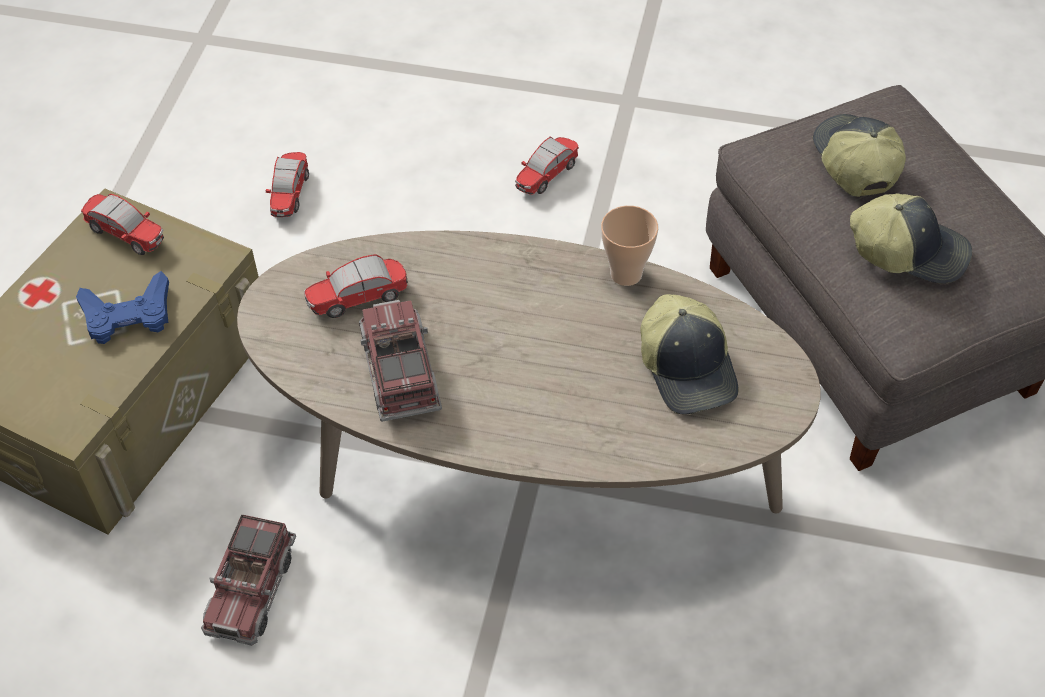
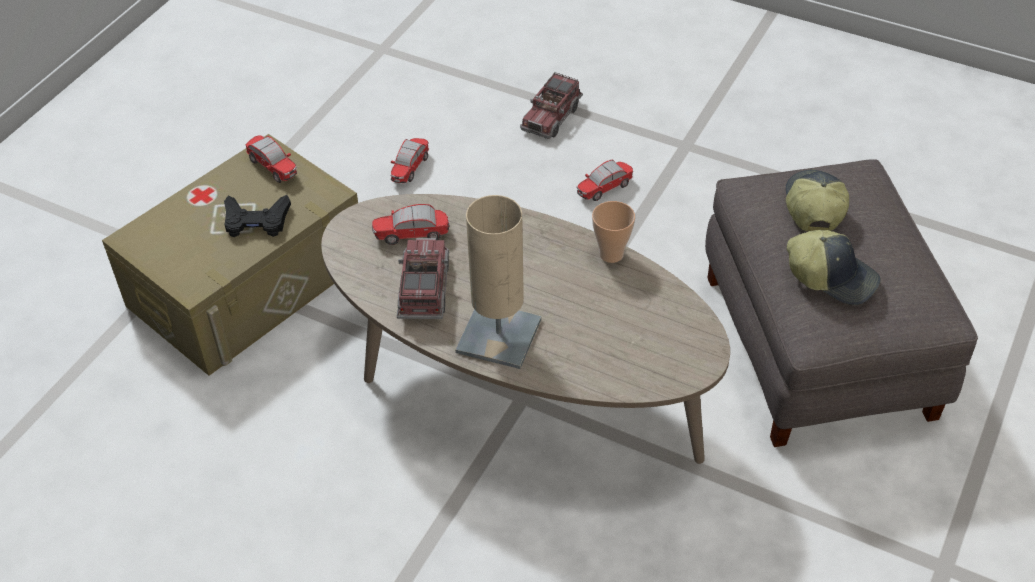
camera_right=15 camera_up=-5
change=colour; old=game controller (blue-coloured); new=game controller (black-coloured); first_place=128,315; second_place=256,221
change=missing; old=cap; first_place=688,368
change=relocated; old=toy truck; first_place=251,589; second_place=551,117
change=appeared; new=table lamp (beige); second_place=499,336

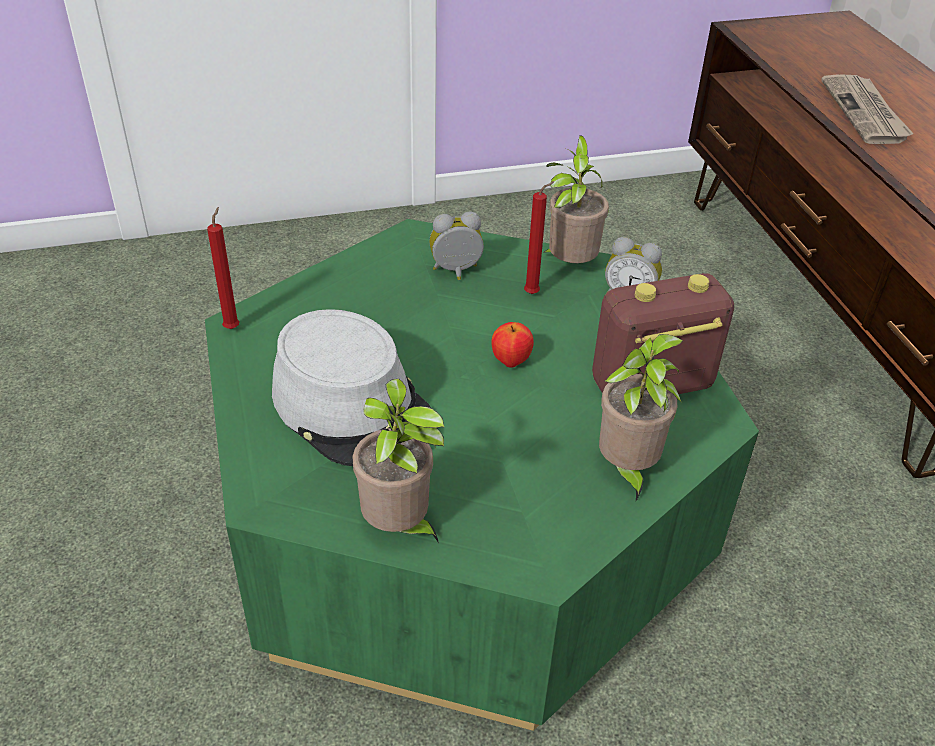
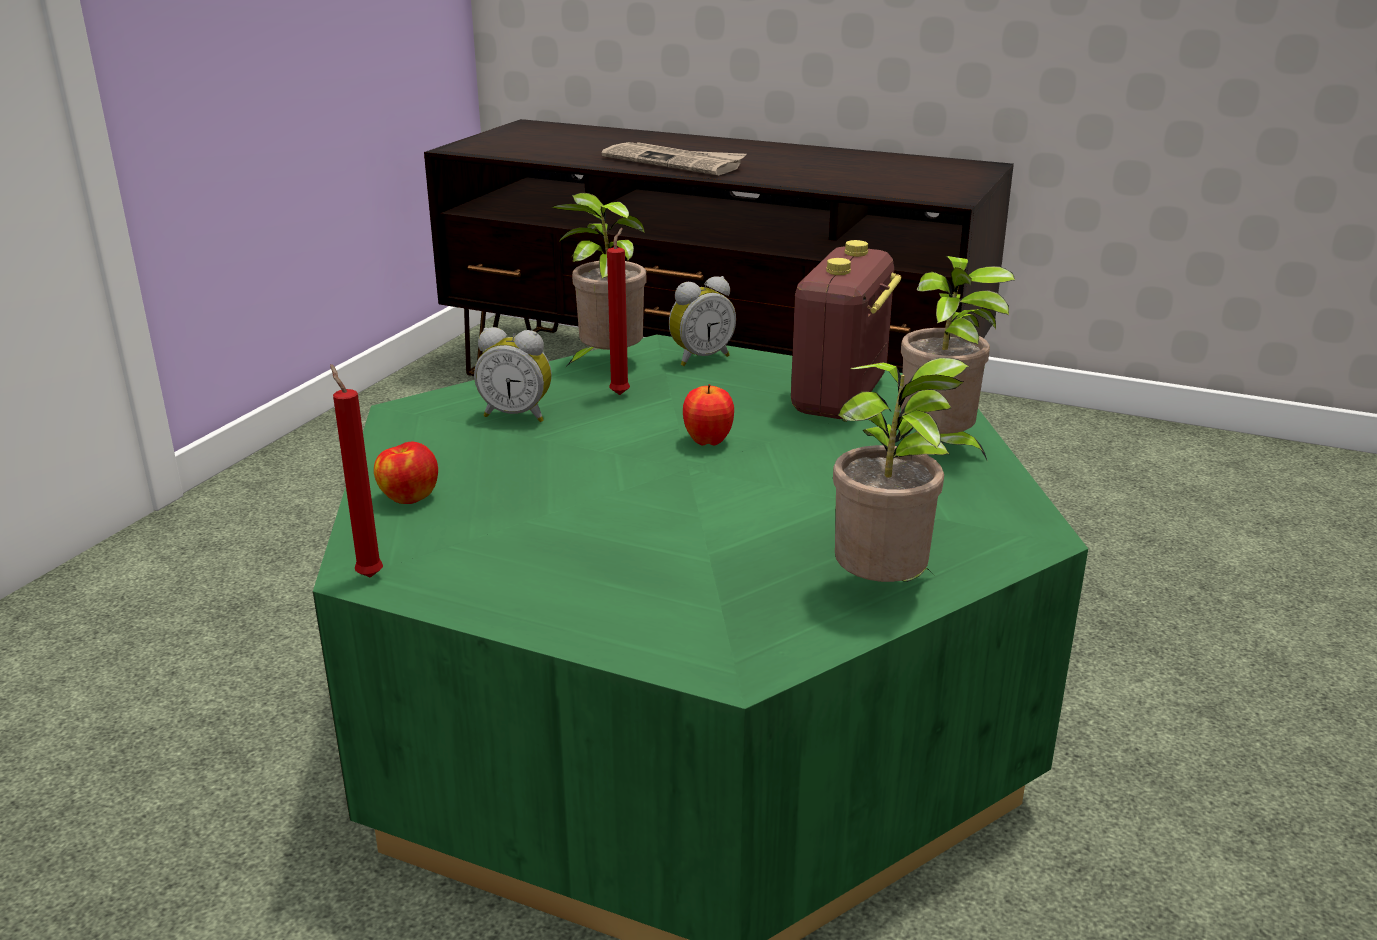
camera_right=-50 camera_up=-15
change=spun; old=bedside clock; first_place=456,272; second_place=517,415; degrees=-105
change=missing; old=wearable hat (grey); first_place=353,406
change=appeared; new=whole apple; second_place=408,497

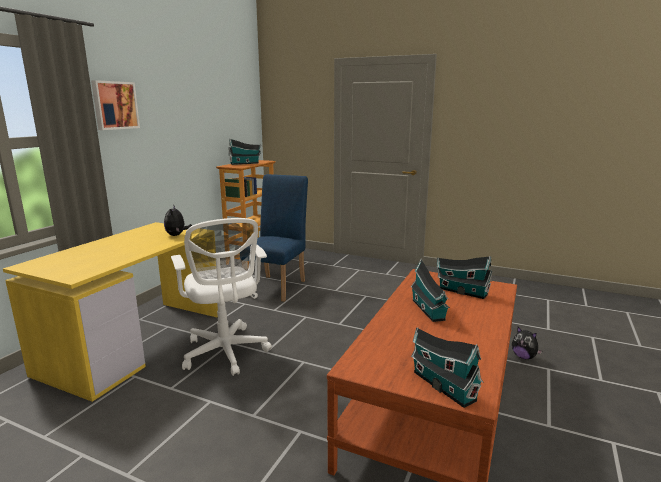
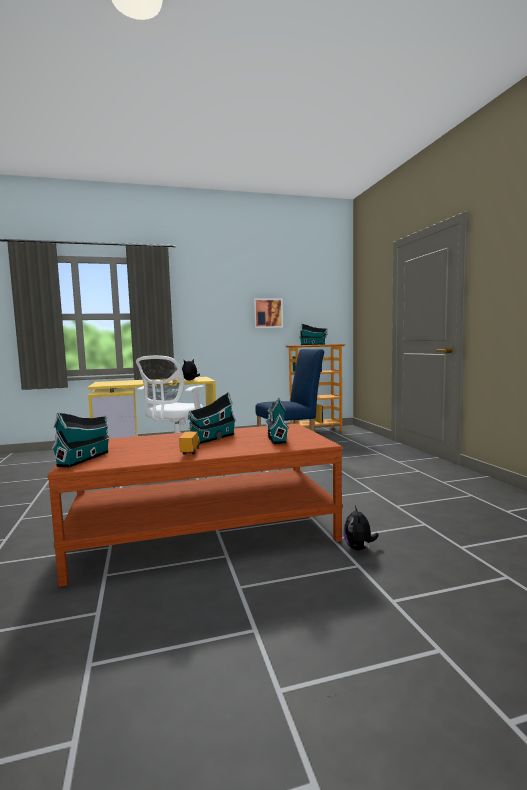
camera_right=50 camera_up=-10
change=relocated; old=wall picture; first_place=114,105; second_place=267,313
change=appeared; new=toy truck; second_place=190,452

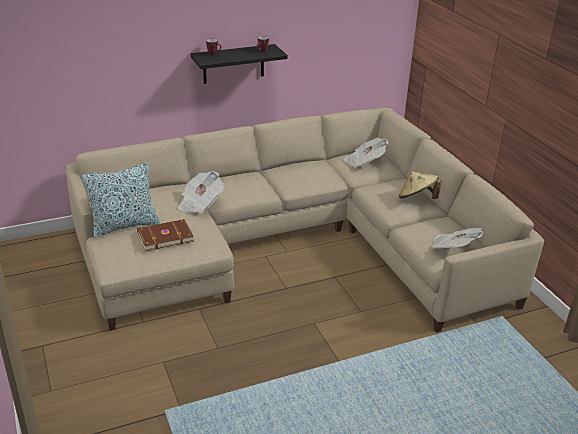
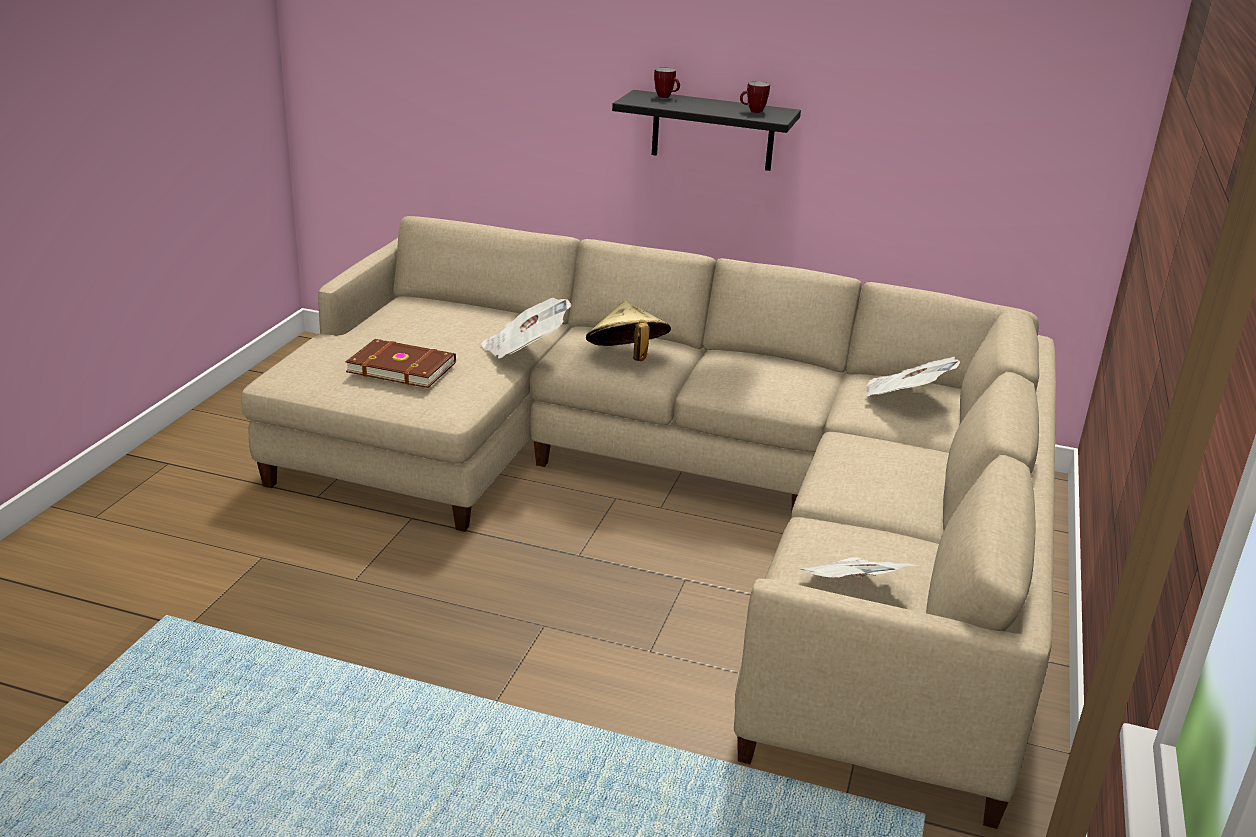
camera_right=40 camera_up=-5
change=missing; old=cushion; first_place=124,225
change=relocated; old=wearable hat (beige); first_place=417,198; second_place=627,358

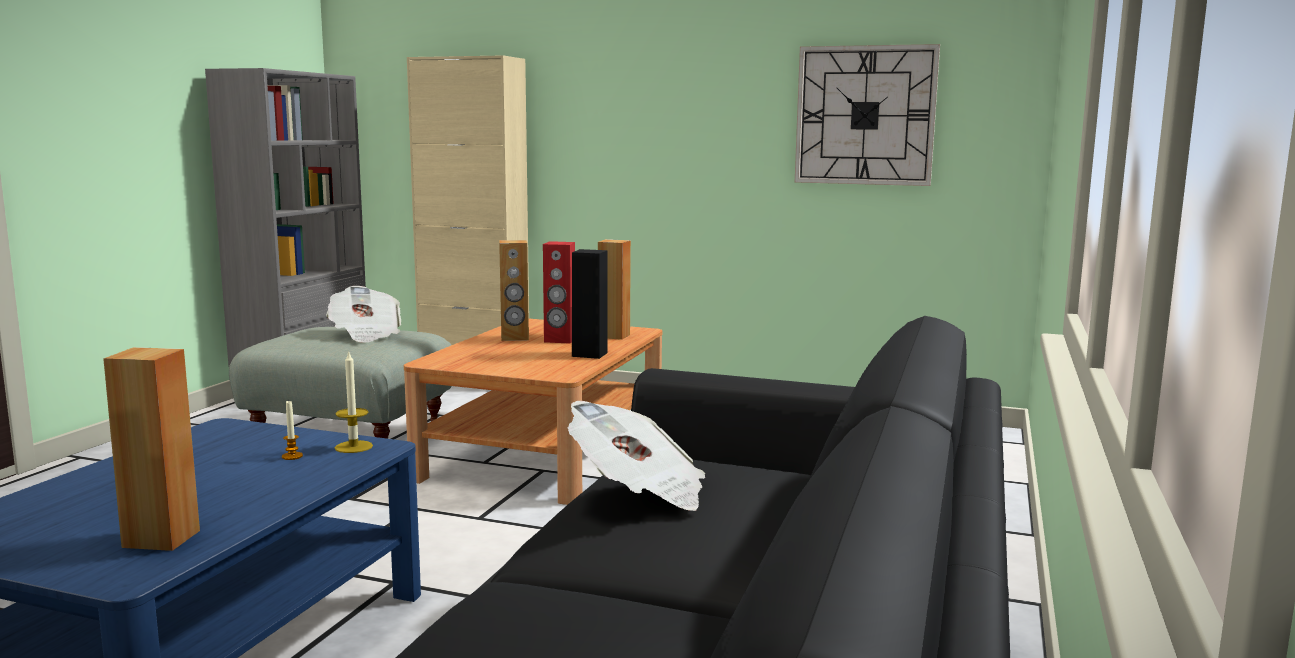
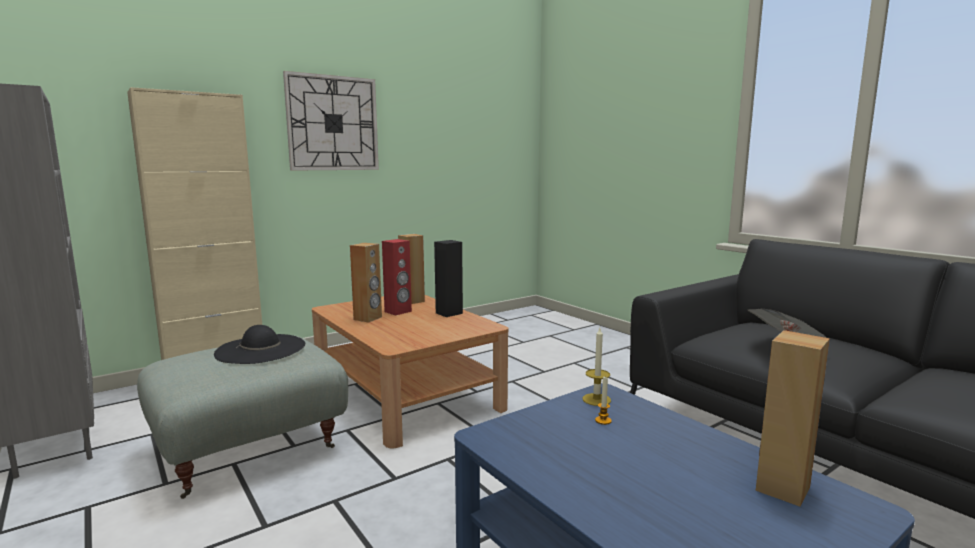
camera_right=-55 camera_up=0
change=relocated; old=clock on the wall; first_place=865,115; second_place=333,123
change=exchanged; old=newspaper; new=wearable hat (black-coloured); first_place=365,334; second_place=261,349

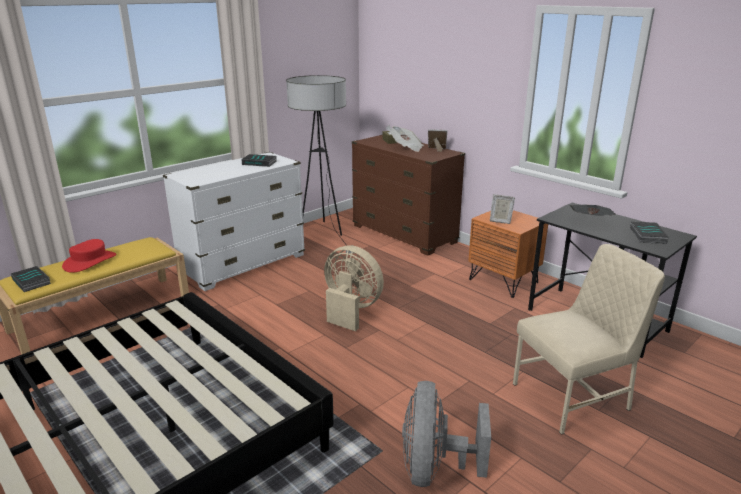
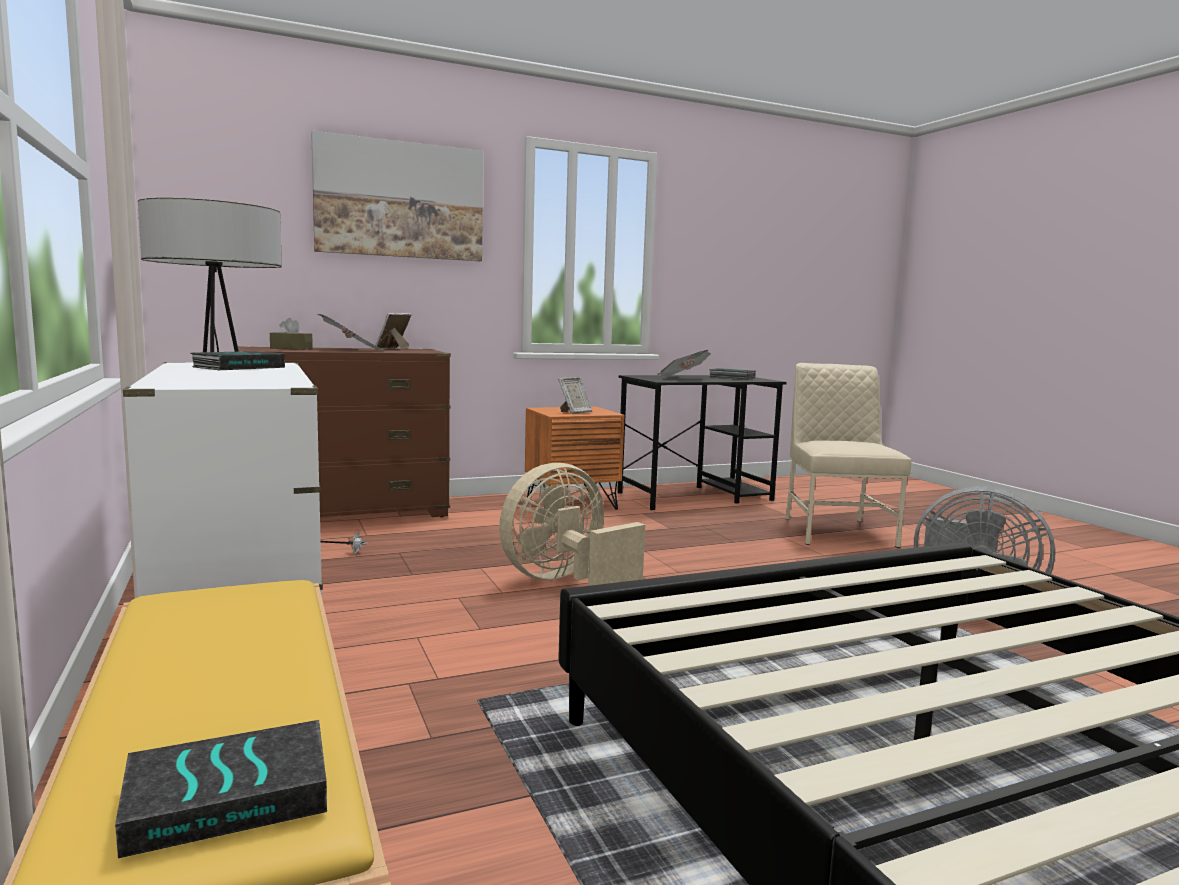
camera_right=-70 camera_up=-15
change=missing; old=wearable hat (red); first_place=90,261
change=appeared; new=wall picture; second_place=400,200

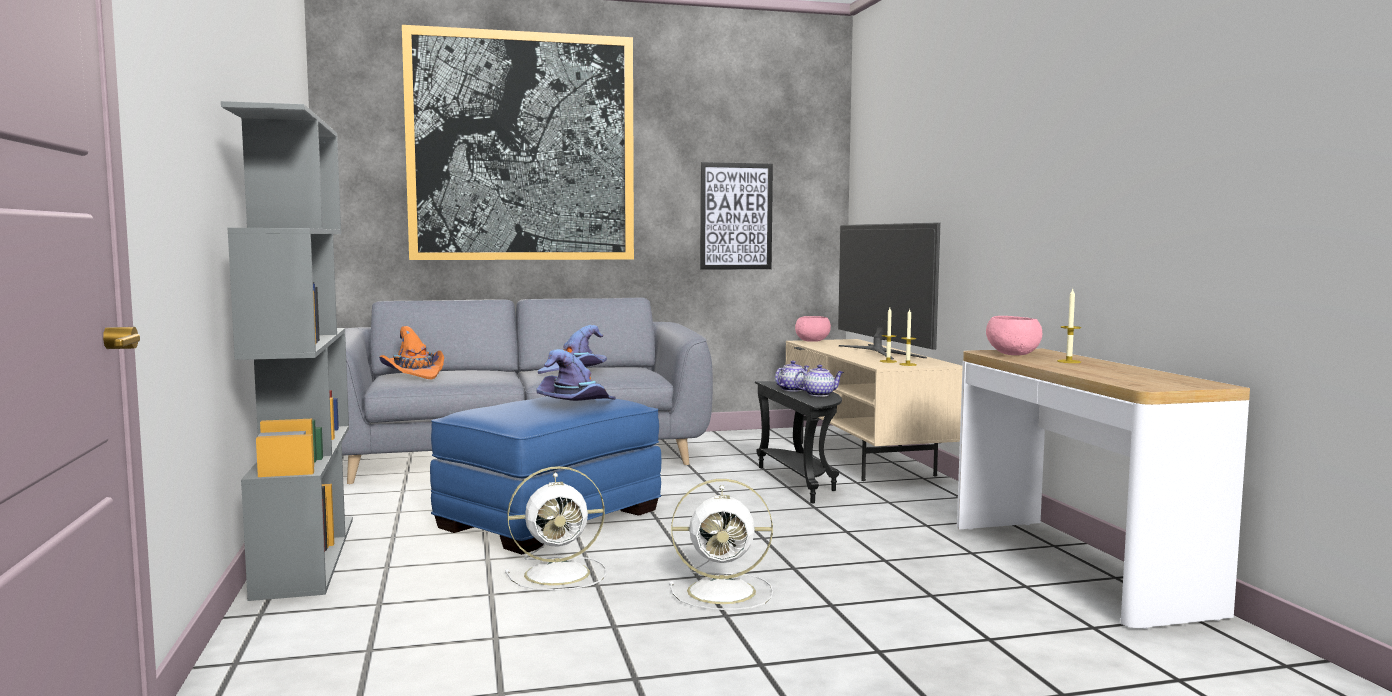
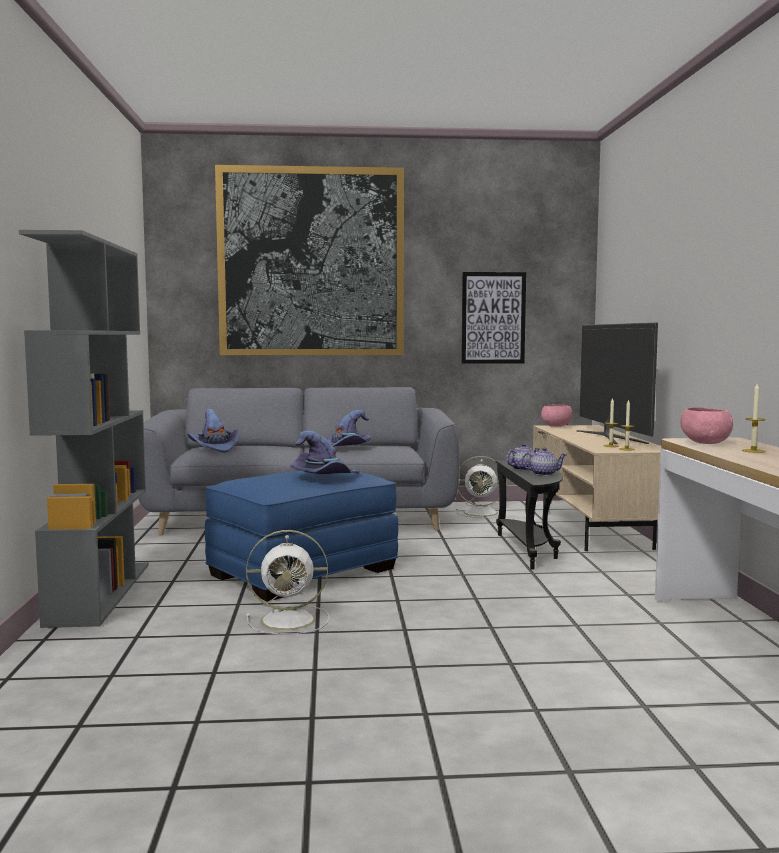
camera_right=10 camera_up=0
change=colour; old=wearable hat (orange-coloured); new=wearable hat (purple-coloured); first_place=415,374; second_place=215,448
change=relocated; old=electric fan (whitish); first_place=724,591; second_place=482,512

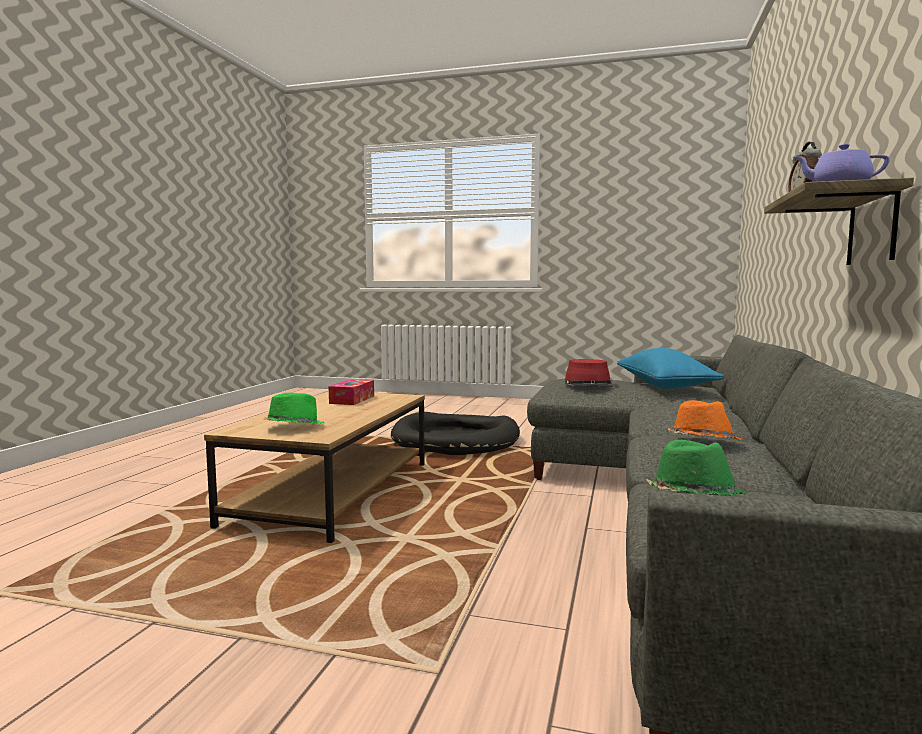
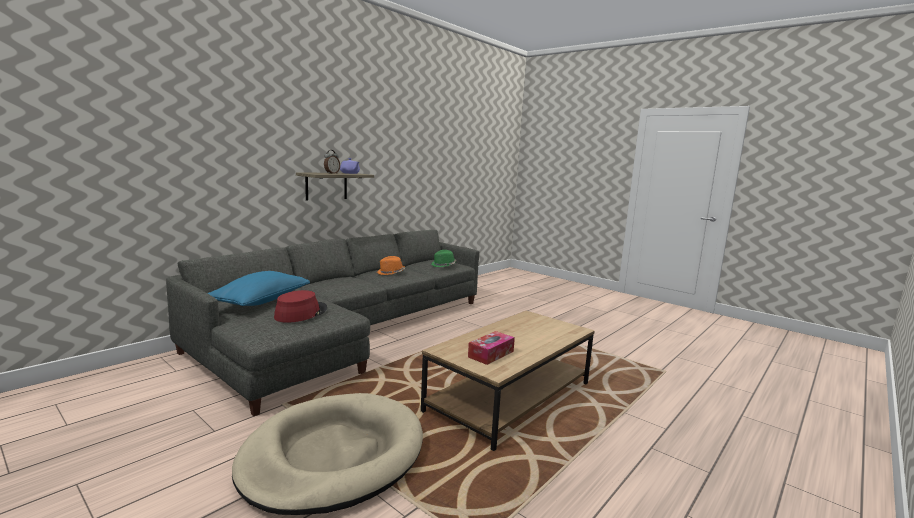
camera_right=-155 camera_up=5
change=missing; old=wearable hat (green-coloured); first_place=293,427
change=colour; old=dog bed (black-coloured); new=dog bed (beige); first_place=456,440; second_place=333,456

